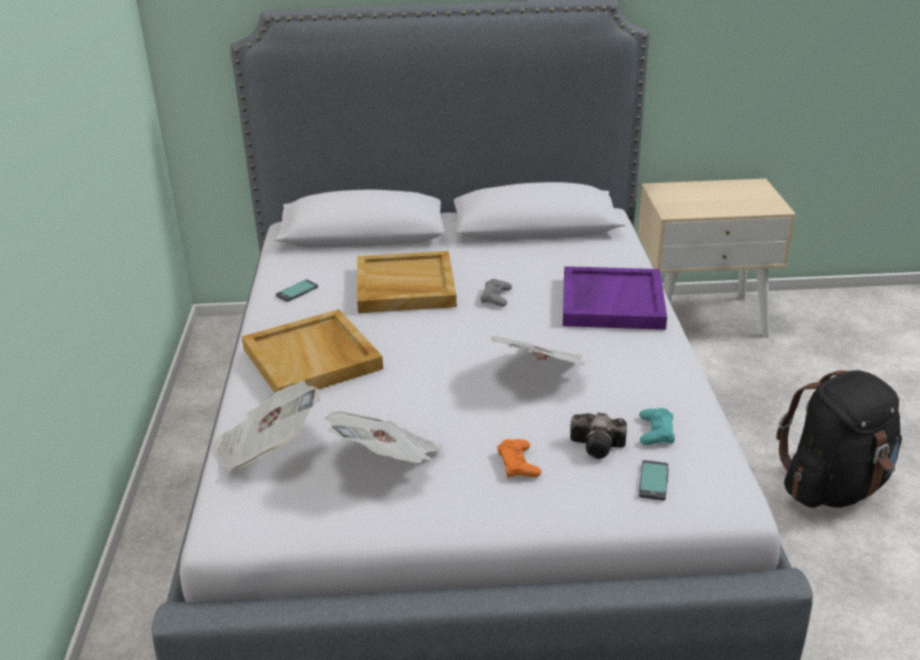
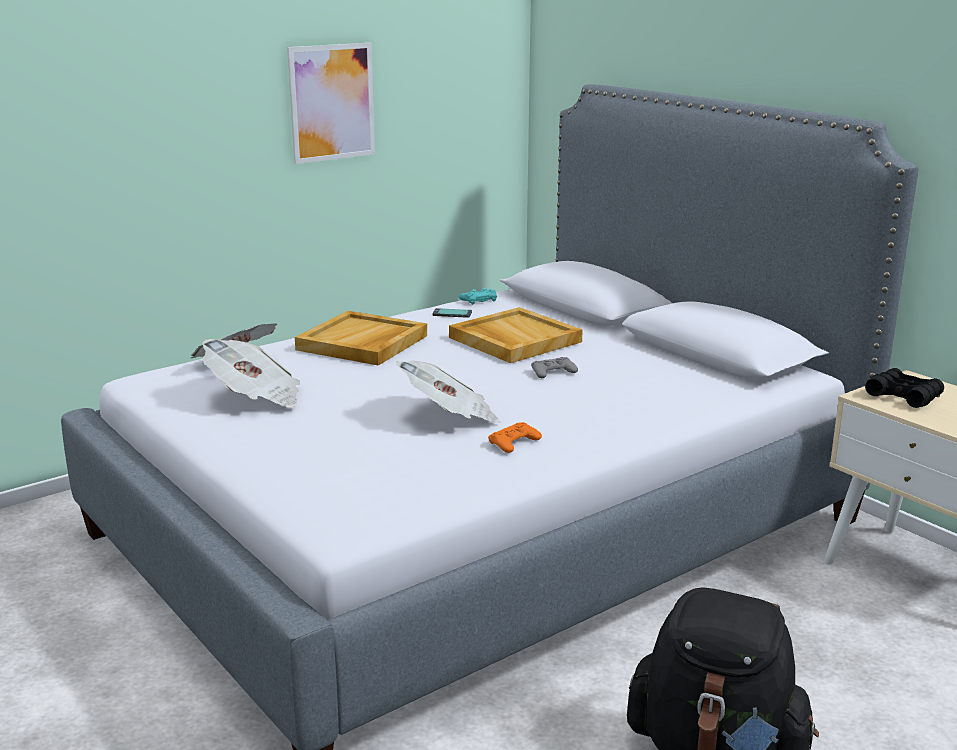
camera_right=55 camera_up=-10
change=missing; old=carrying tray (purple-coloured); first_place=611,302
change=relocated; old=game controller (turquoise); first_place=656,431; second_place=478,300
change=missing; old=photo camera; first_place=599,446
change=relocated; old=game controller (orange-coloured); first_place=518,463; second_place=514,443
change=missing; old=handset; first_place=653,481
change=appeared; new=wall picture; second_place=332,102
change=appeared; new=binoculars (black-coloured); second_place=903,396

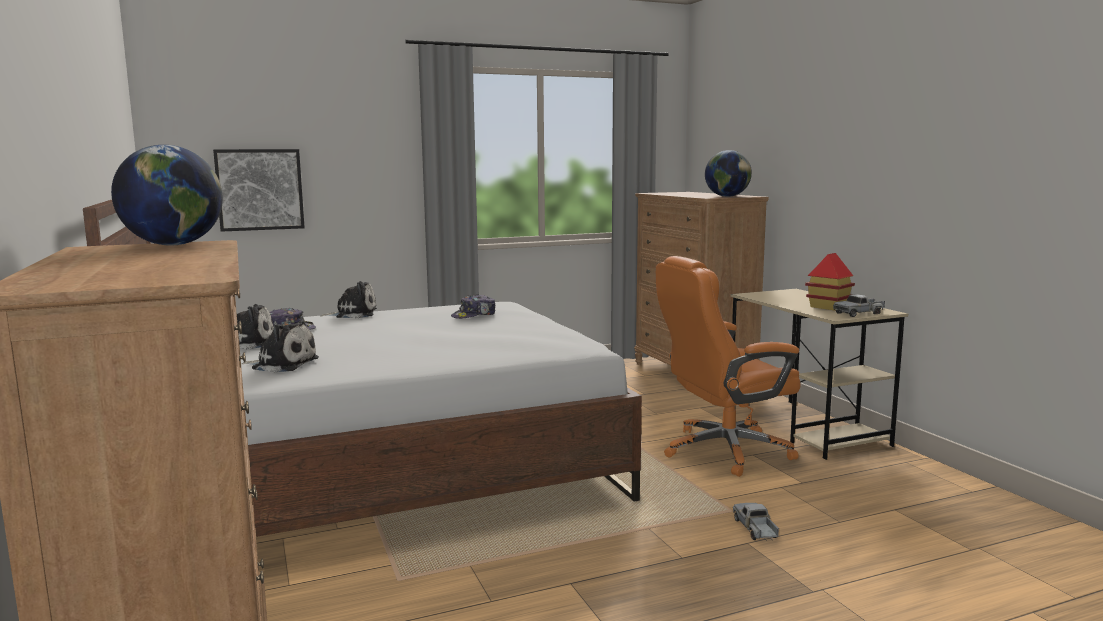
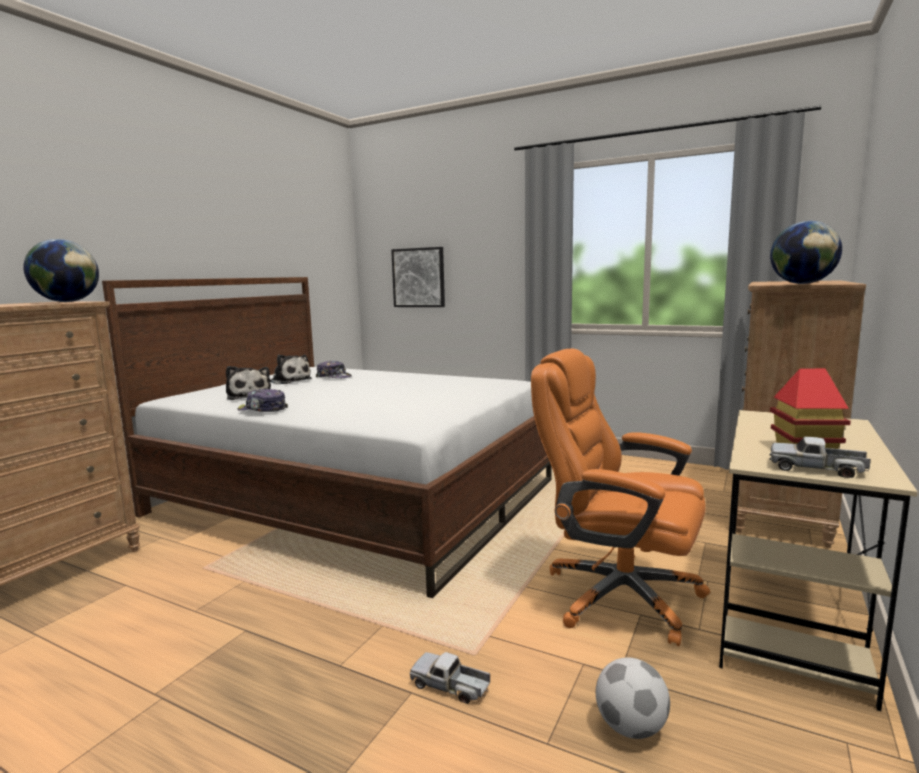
camera_right=50 camera_up=0
change=missing; old=plush toy; first_place=353,314
change=relocated; old=cap; first_place=474,316; second_place=262,410
change=spun; old=toy truck; first_place=756,529; second_place=450,686; degrees=-105
change=appeared; new=ball for football; second_place=631,727

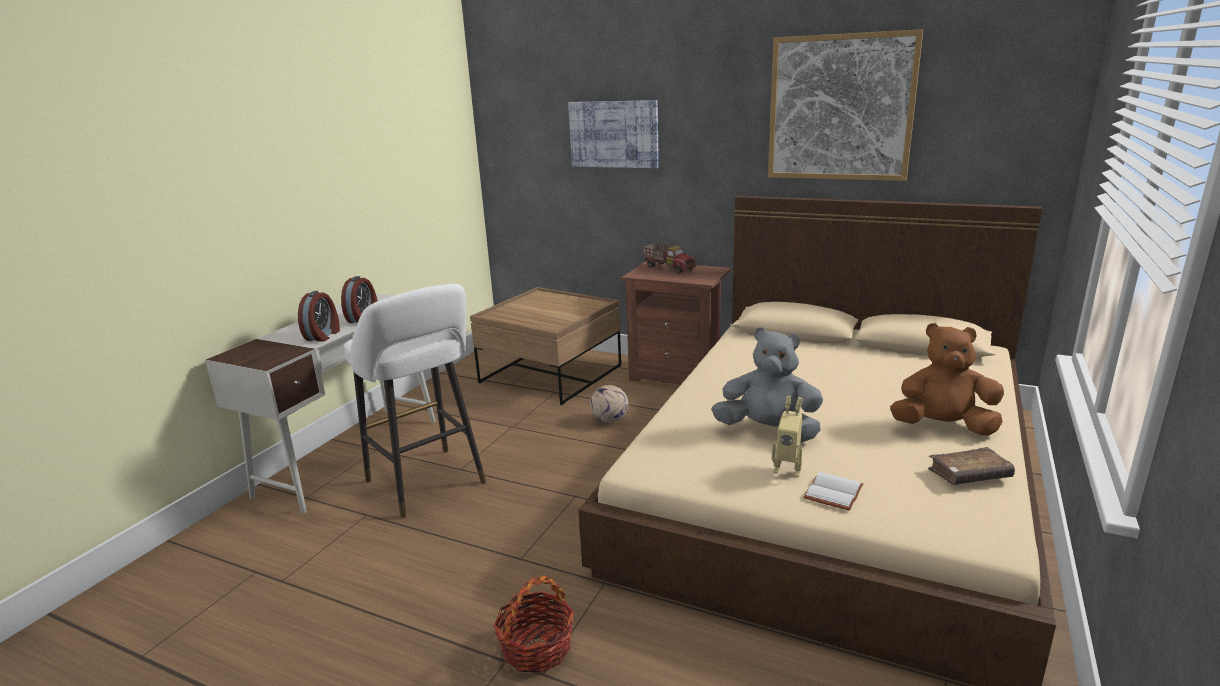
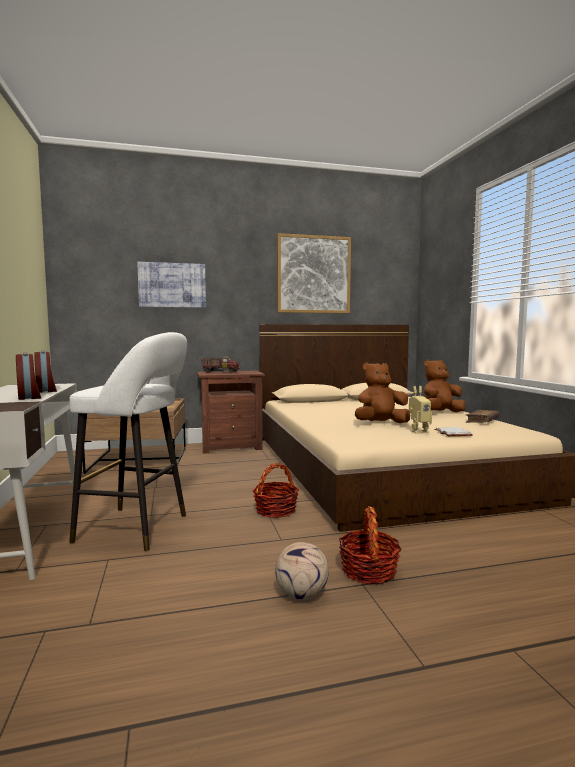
camera_right=-40 camera_up=-15
change=colour; old=plush toy (grey); new=plush toy (brown); first_place=768,431; second_place=380,424
change=relocated; old=ball for football; first_place=610,420; second_place=301,594
change=appeared; new=household basket; second_place=275,510

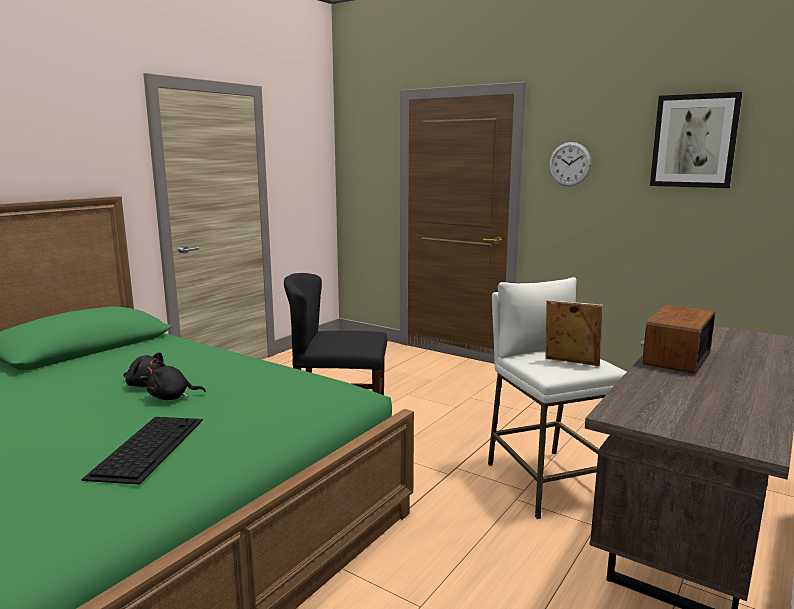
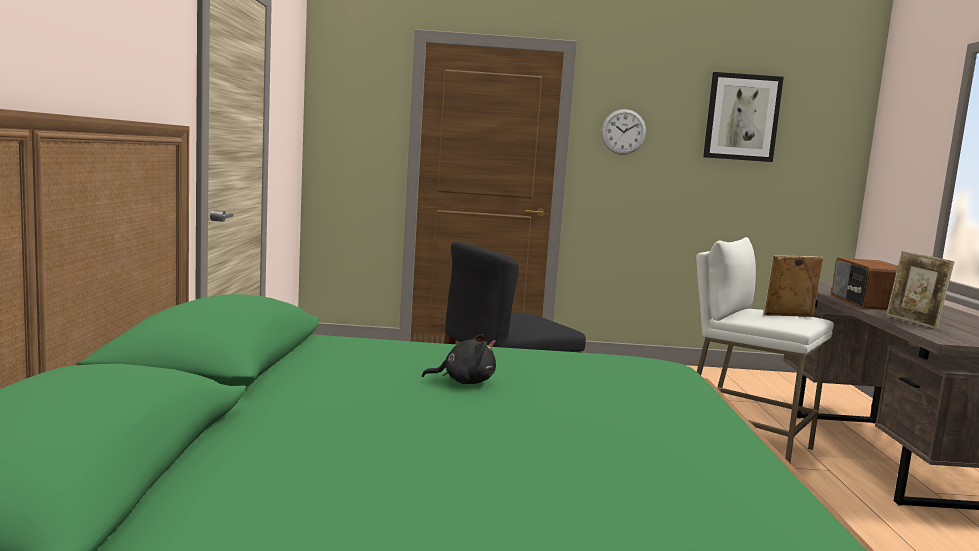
camera_right=-35 camera_up=-5
change=missing; old=plush toy (black-coloured); first_place=172,397
change=missing; old=keyboard; first_place=148,446
change=appeared; new=photo frame; second_place=913,322

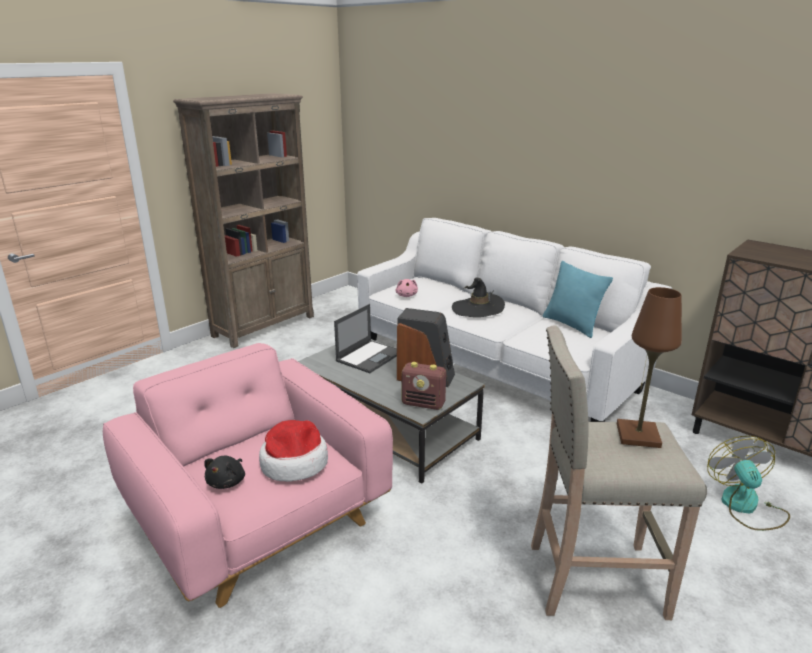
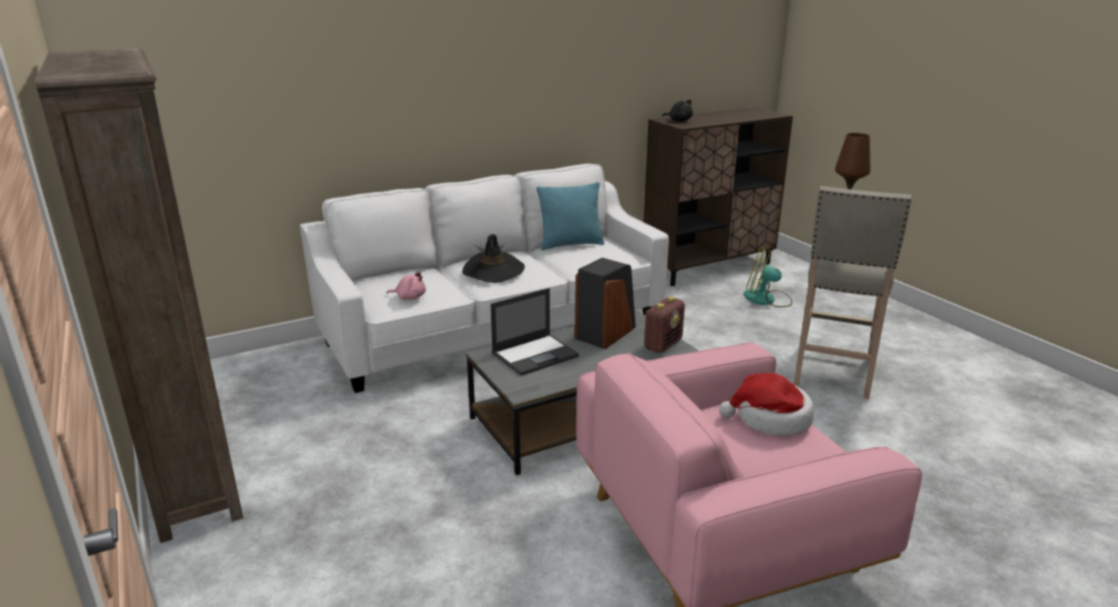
camera_right=-70 camera_up=0
change=spun; old=notebook computer; first_place=369,356; second_place=536,354; degrees=90
change=relocated; old=plush toy (black-coloured); first_place=227,482; second_place=679,120

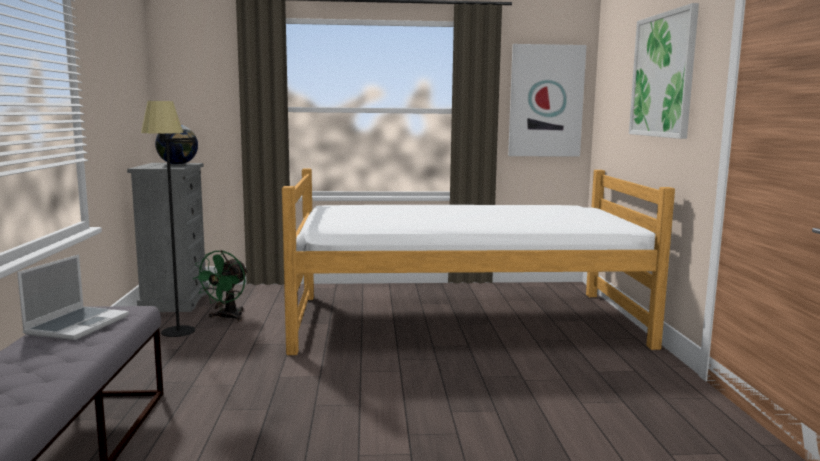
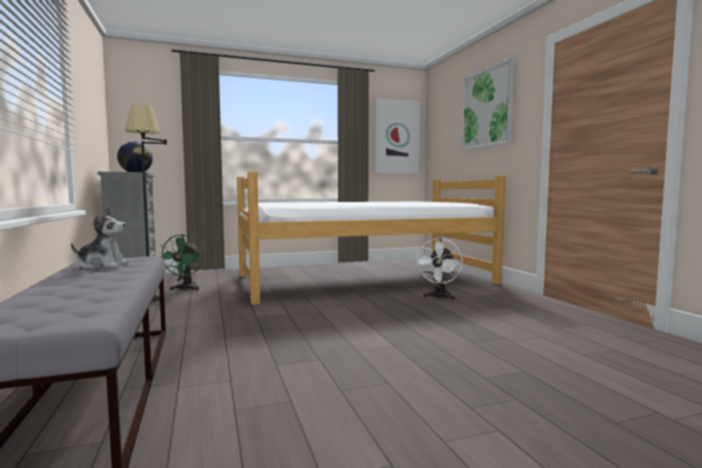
camera_right=-15 camera_up=-5
change=exchanged; old=notebook computer; new=plush toy; first_place=78,324; second_place=102,265
change=appeared; new=electric fan (whitish); second_place=439,297

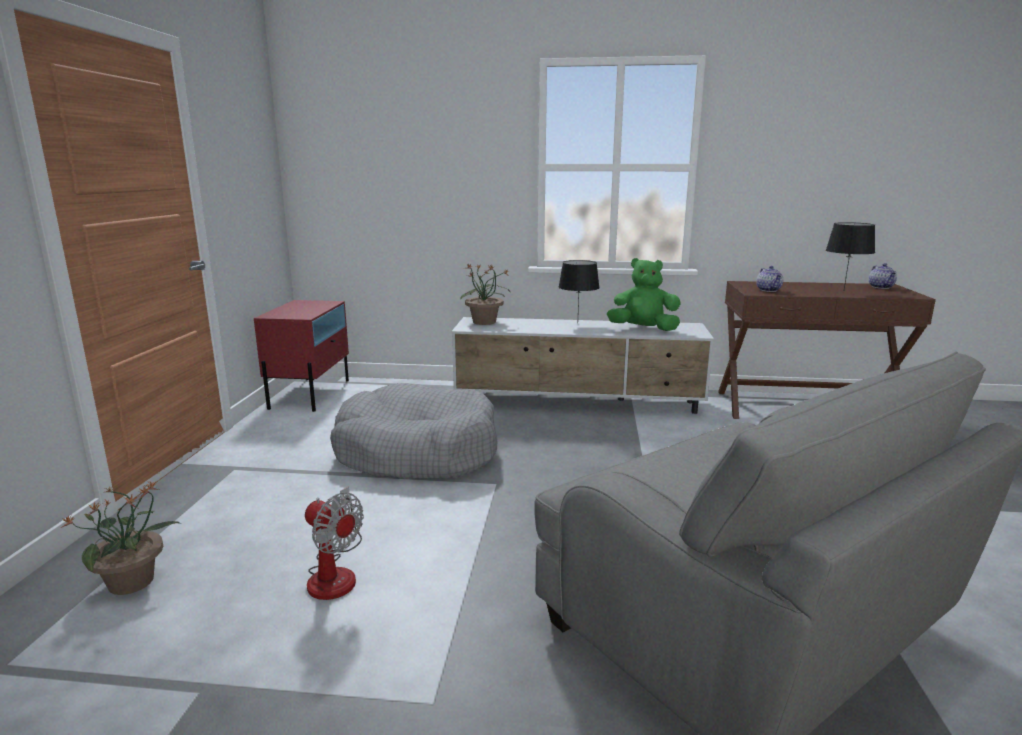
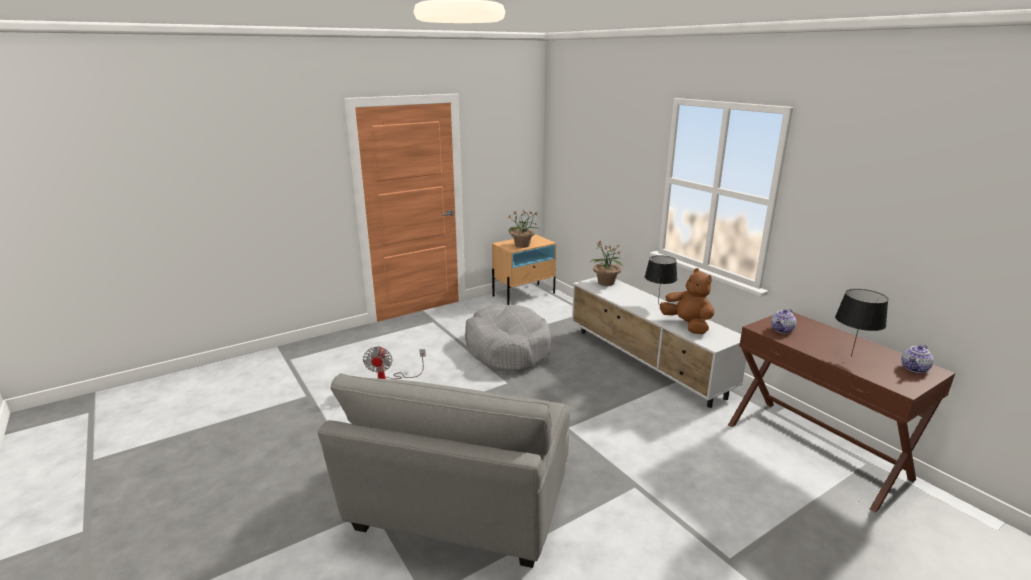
camera_right=50 camera_up=5
change=colour; old=plush toy (green-coloured); new=plush toy (brown); first_place=643,329; second_place=687,325
change=colour; old=nightstand (red); new=nightstand (beige); first_place=311,394; second_place=524,294
change=relocated; old=plant in a pot; first_place=133,582; second_place=522,245

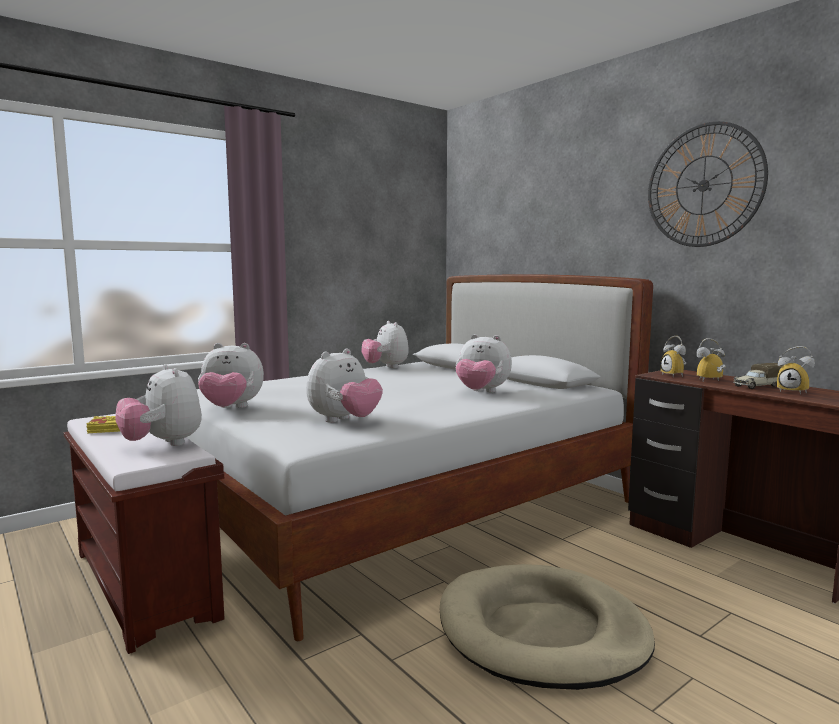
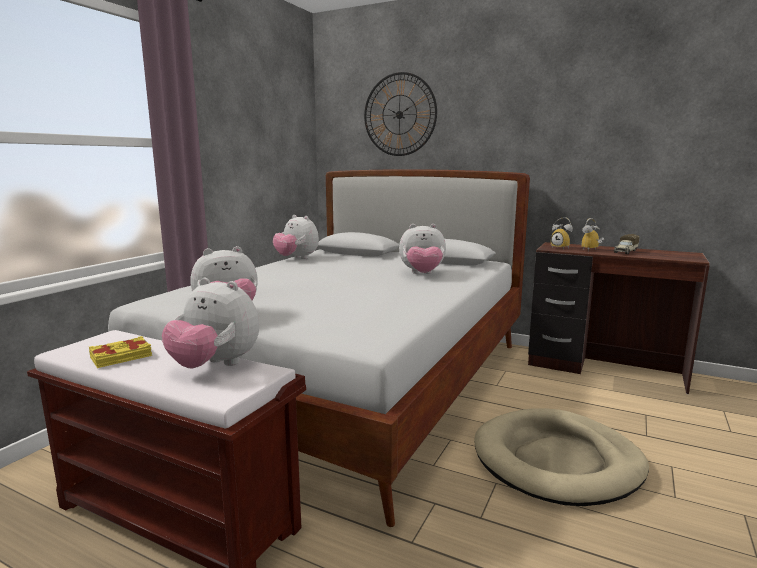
camera_right=-25 camera_up=5
change=relocated; old=clock on the wall; first_place=703,185; second_place=399,114
change=missing; old=bedside clock; first_place=794,391
change=missing; old=plush toy; first_place=344,421

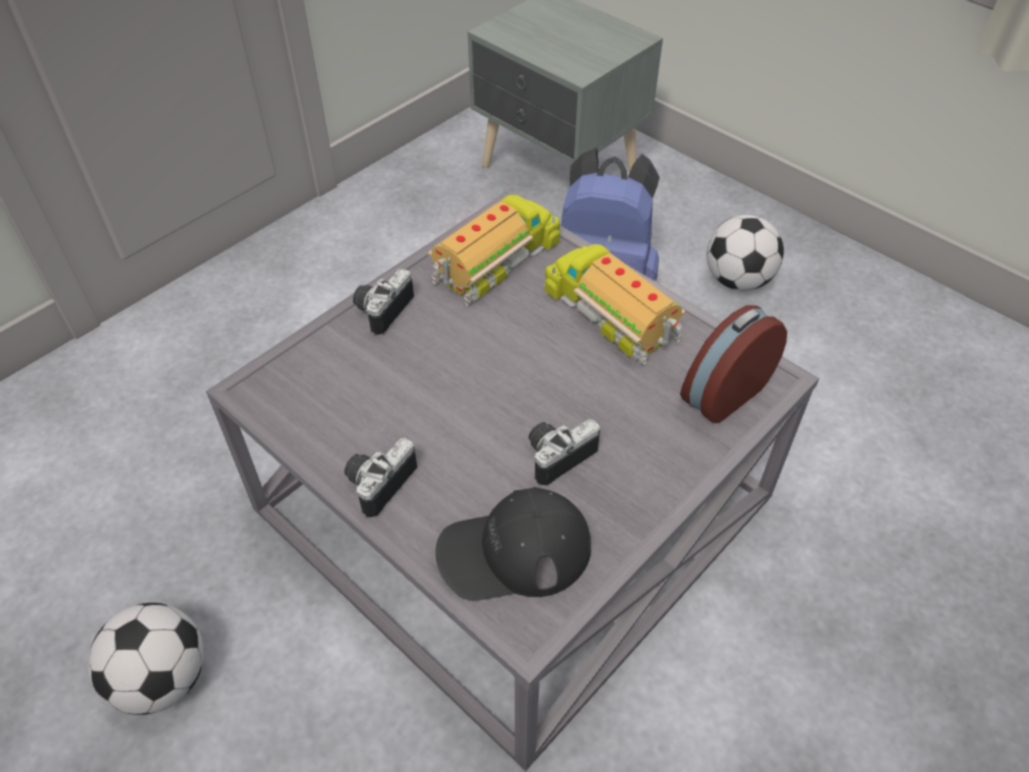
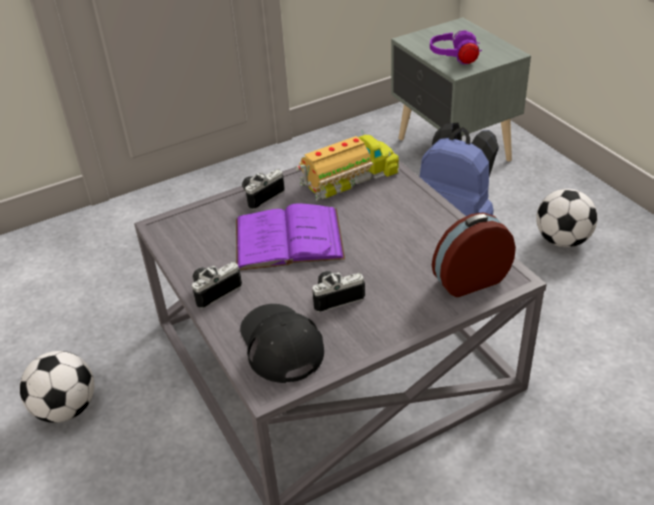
camera_right=20 camera_up=-10
change=missing; old=toy truck; first_place=613,313
change=spun; old=cap (black-coloured); first_place=514,551; second_place=280,344; degrees=60
change=appeared; new=pair of headphones (purple-coloured); second_place=454,59
change=appeared; new=book (purple-coloured); second_place=288,238

